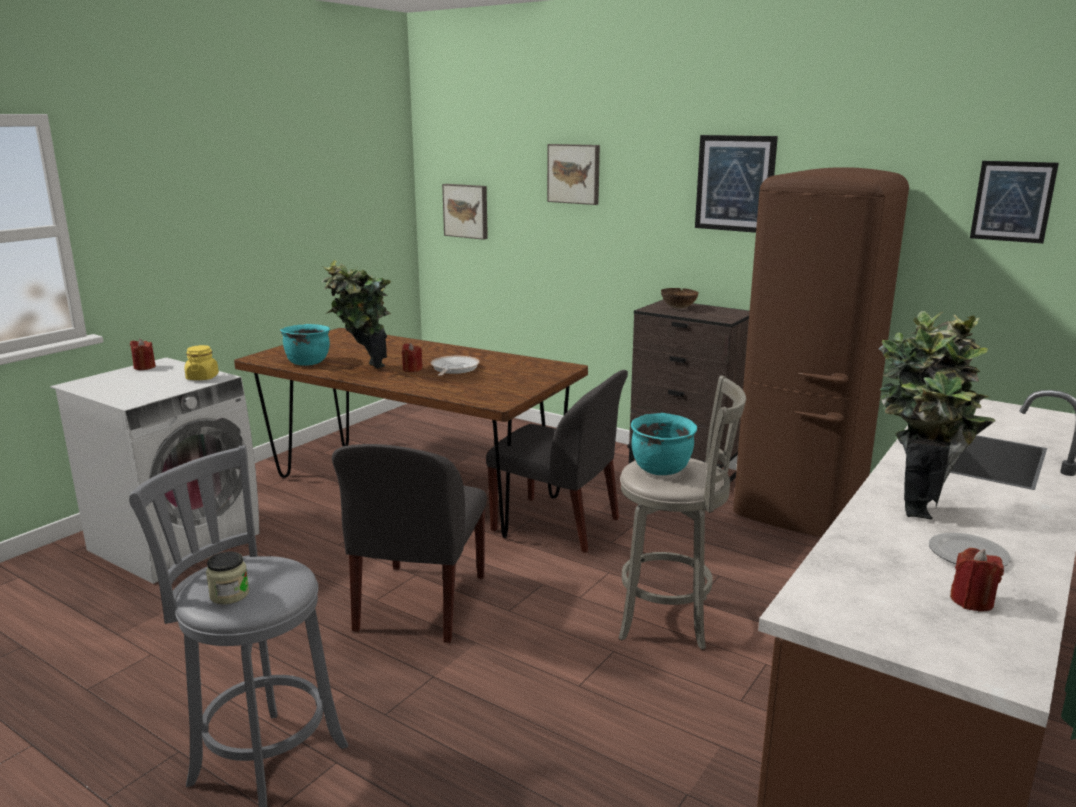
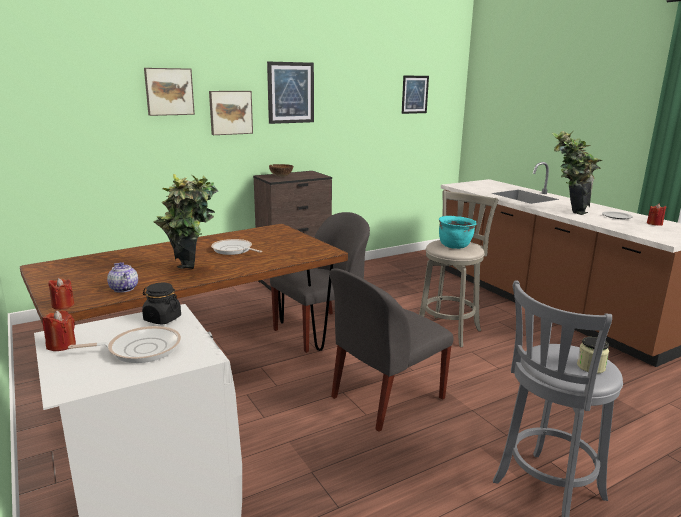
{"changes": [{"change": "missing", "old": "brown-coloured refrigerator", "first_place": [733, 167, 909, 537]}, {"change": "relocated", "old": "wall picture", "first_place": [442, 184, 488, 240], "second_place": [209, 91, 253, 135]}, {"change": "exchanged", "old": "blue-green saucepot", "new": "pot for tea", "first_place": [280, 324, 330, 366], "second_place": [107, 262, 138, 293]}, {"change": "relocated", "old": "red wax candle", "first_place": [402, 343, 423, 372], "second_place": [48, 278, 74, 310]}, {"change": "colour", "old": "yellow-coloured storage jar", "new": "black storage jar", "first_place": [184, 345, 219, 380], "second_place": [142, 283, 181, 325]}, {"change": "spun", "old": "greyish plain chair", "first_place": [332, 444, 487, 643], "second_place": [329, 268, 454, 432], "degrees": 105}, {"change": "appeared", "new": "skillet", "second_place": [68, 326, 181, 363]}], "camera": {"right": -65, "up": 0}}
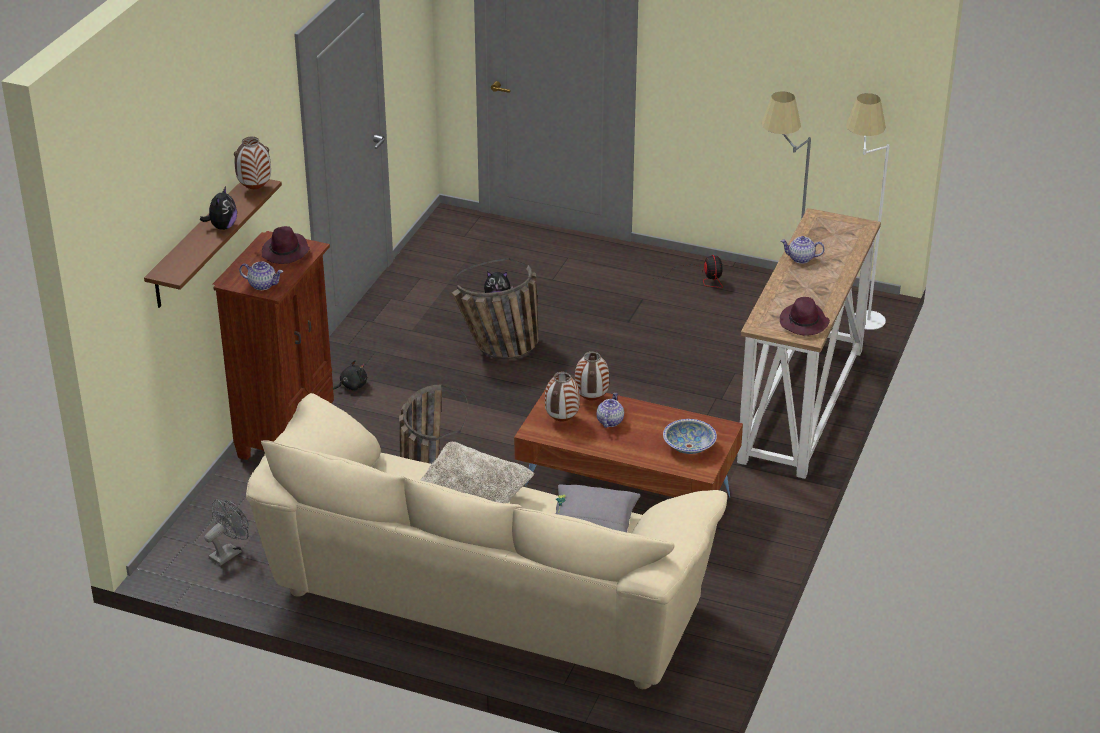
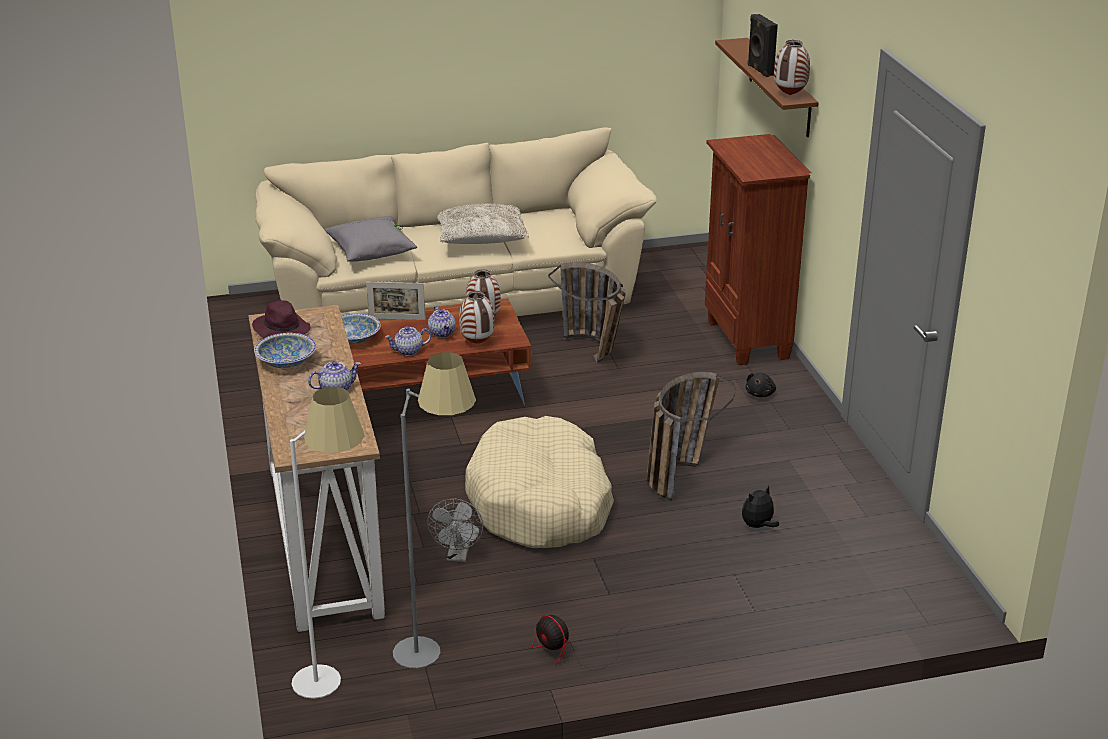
{"changes": [{"change": "exchanged", "old": "soft toy", "new": "black audio speaker", "first_place": [200, 186, 237, 230], "second_place": [747, 14, 778, 77]}, {"change": "missing", "old": "purple-coloured clothing hat", "first_place": [262, 226, 310, 264]}, {"change": "relocated", "old": "pot for tea", "first_place": [239, 261, 283, 290], "second_place": [385, 326, 431, 356]}, {"change": "relocated", "old": "greyish fan", "first_place": [204, 499, 249, 566], "second_place": [427, 499, 484, 562]}, {"change": "appeared", "new": "photo frame", "second_place": [366, 282, 425, 320]}, {"change": "appeared", "new": "deep dish", "second_place": [254, 333, 316, 368]}, {"change": "appeared", "new": "beige dog bed", "second_place": [465, 416, 614, 548]}], "camera": {"right": 145, "up": -5}}
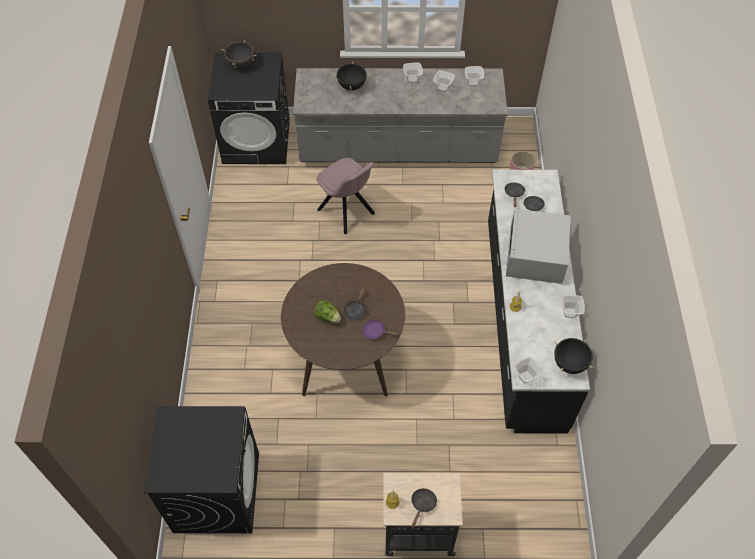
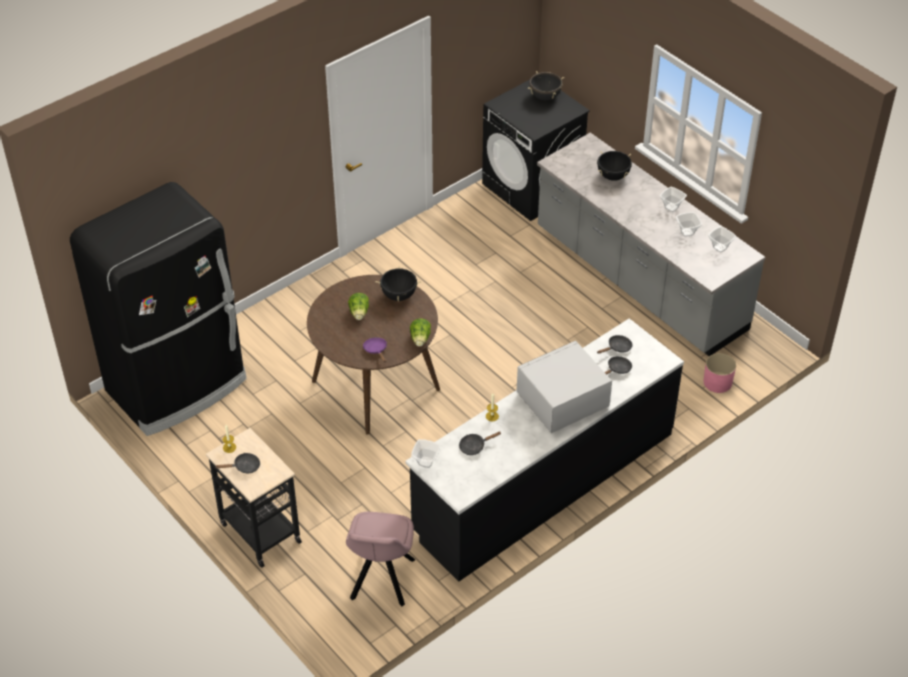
{"changes": [{"change": "relocated", "old": "pinkish plain chair", "first_place": [316, 158, 375, 234], "second_place": [346, 512, 415, 606]}, {"change": "relocated", "old": "black skillet", "first_place": [344, 286, 366, 321], "second_place": [459, 431, 501, 455]}, {"change": "missing", "old": "deep dish", "first_place": [561, 295, 585, 318]}, {"change": "relocated", "old": "black saucepot", "first_place": [554, 338, 594, 374], "second_place": [376, 266, 422, 301]}, {"change": "exchanged", "old": "black laundry machine", "new": "black refrigerator", "first_place": [144, 406, 259, 533], "second_place": [70, 182, 247, 436]}, {"change": "appeared", "new": "head of lettuce", "second_place": [410, 318, 431, 346]}], "camera": {"right": 50, "up": -10}}
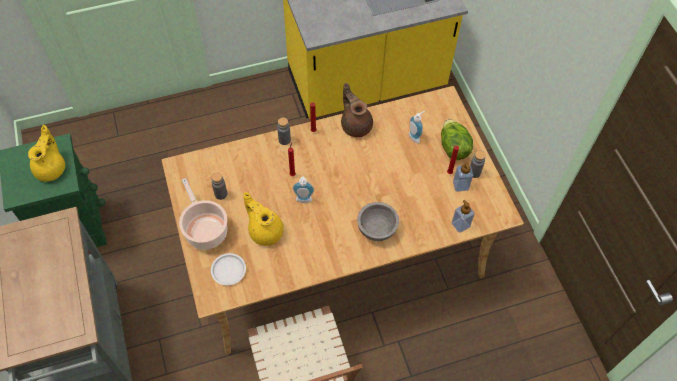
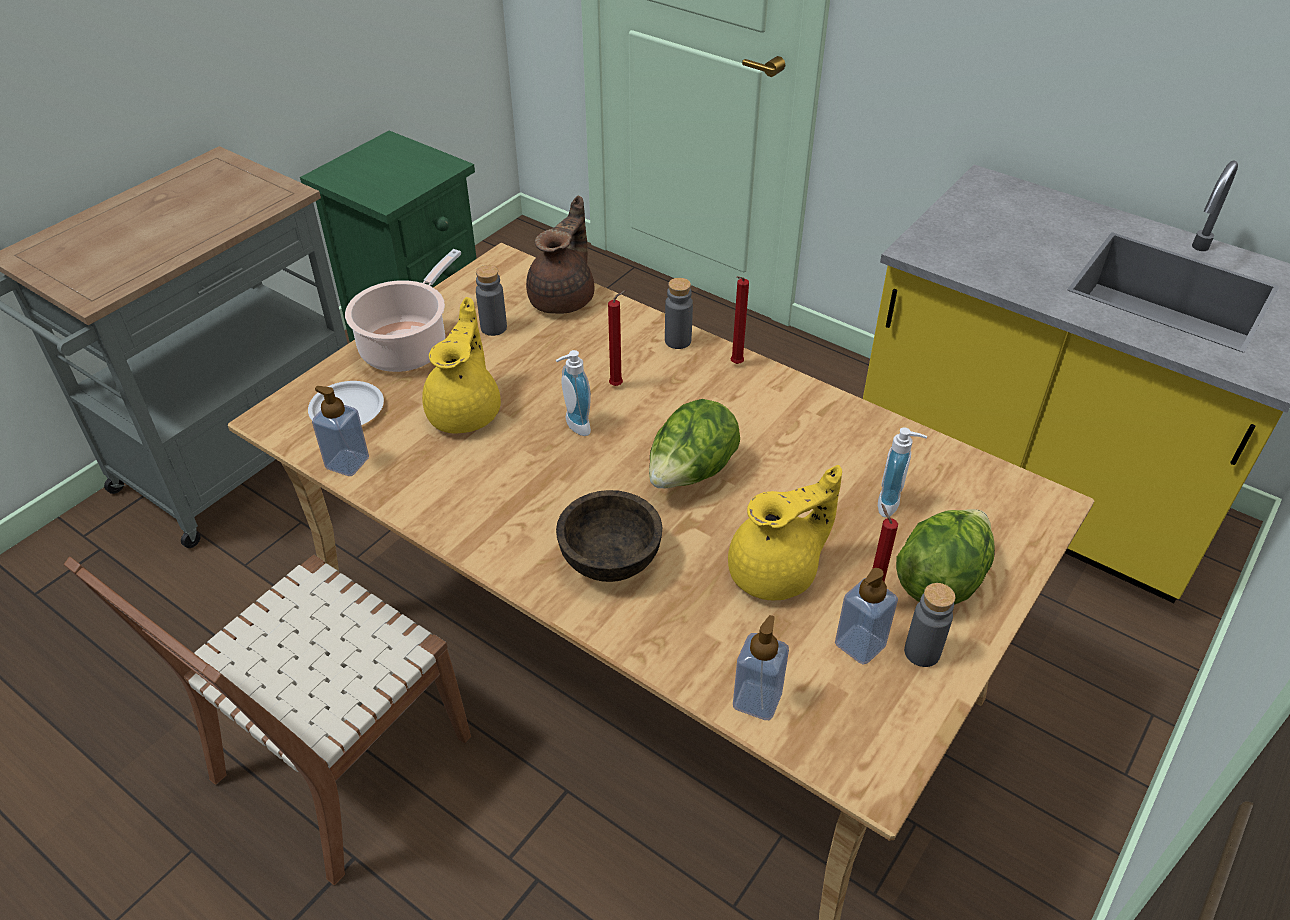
{"changes": [{"change": "relocated", "old": "brown-coloured pot for tea", "first_place": [341, 83, 373, 137], "second_place": [526, 195, 595, 314]}, {"change": "relocated", "old": "yellow-coloured pot for tea", "first_place": [28, 125, 65, 182], "second_place": [728, 465, 842, 600]}, {"change": "colour", "old": "greyish deep dish", "new": "brown-coloured deep dish", "first_place": [357, 202, 399, 241], "second_place": [556, 490, 662, 582]}, {"change": "appeared", "new": "liquid soap bottle", "second_place": [312, 386, 369, 476]}, {"change": "appeared", "new": "head of lettuce", "second_place": [649, 399, 740, 488]}], "camera": {"right": 55, "up": -15}}
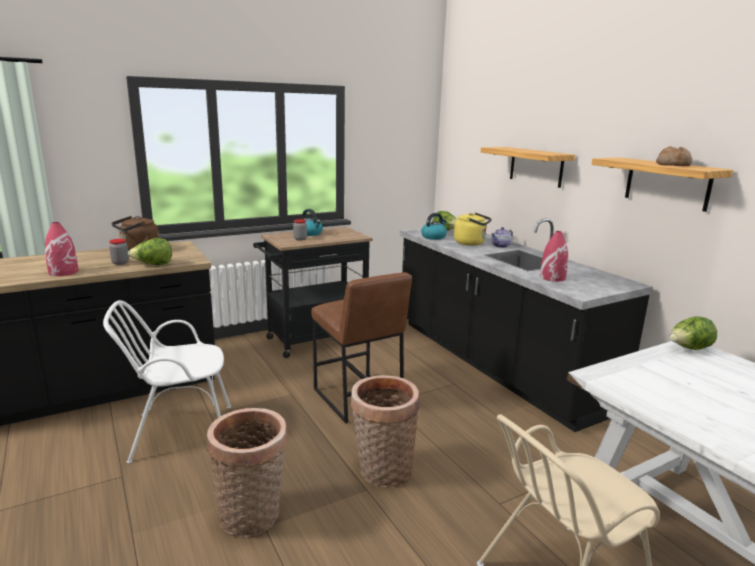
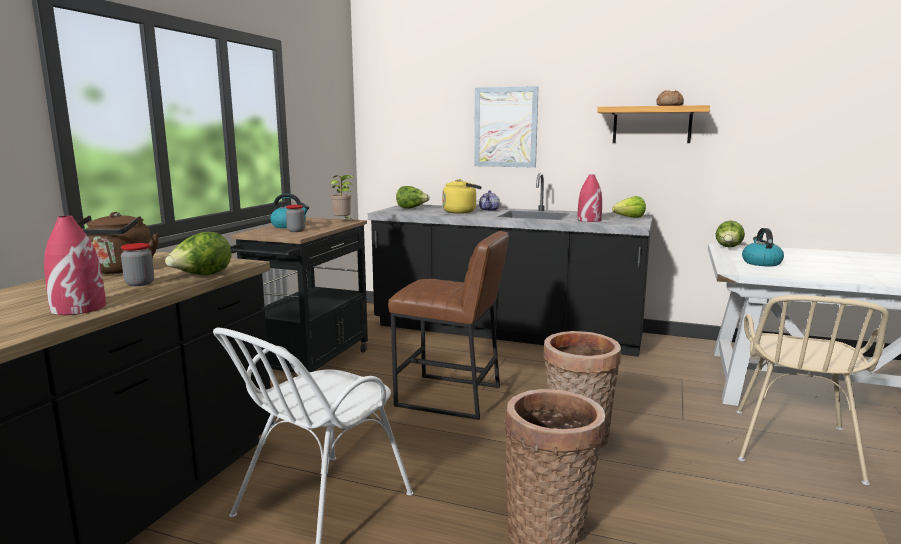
{"changes": [{"change": "exchanged", "old": "bracket shelf", "new": "wall picture", "first_place": [481, 147, 575, 188], "second_place": [474, 86, 539, 168]}, {"change": "relocated", "old": "tea kettle", "first_place": [421, 213, 447, 240], "second_place": [742, 228, 784, 266]}, {"change": "appeared", "new": "plant in a pot", "second_place": [330, 175, 354, 220]}, {"change": "appeared", "new": "head of lettuce", "second_place": [612, 196, 646, 218]}], "camera": {"right": -40, "up": -5}}
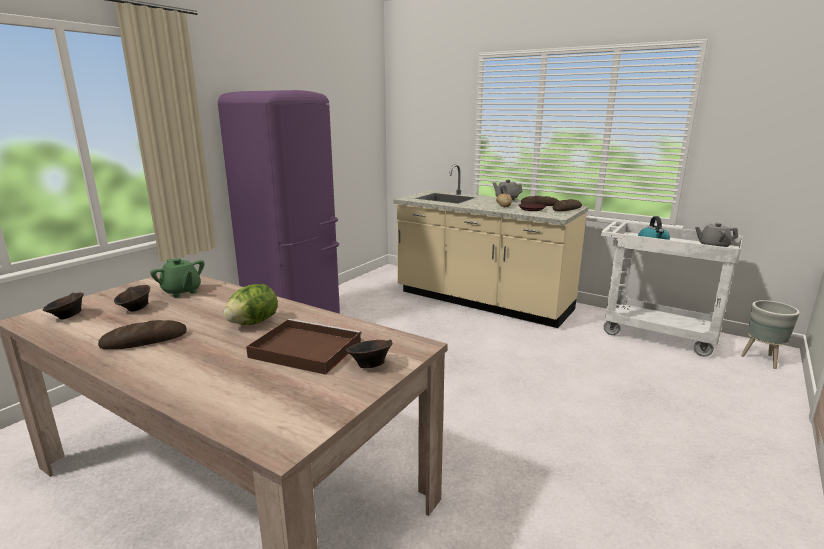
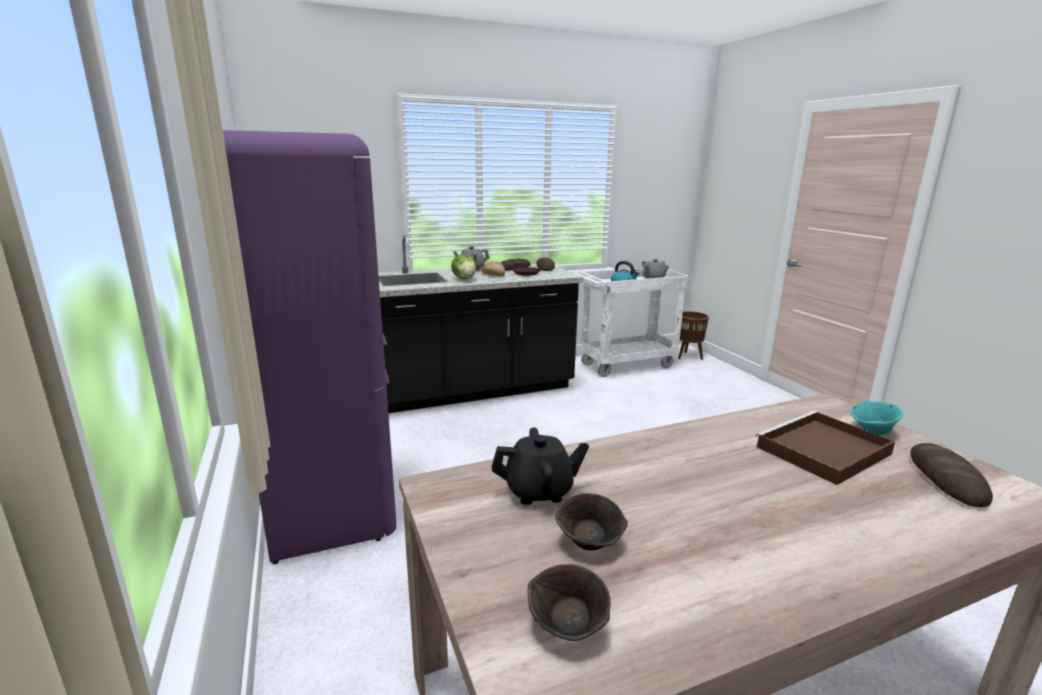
{"changes": [{"change": "colour", "old": "beige kitchen base unit", "new": "black kitchen base unit", "first_place": [393, 164, 588, 328], "second_place": [378, 235, 583, 413]}, {"change": "colour", "old": "greenish pot for tea", "new": "black pot for tea", "first_place": [150, 258, 204, 298], "second_place": [492, 427, 589, 505]}, {"change": "relocated", "old": "head of lettuce", "first_place": [223, 284, 278, 325], "second_place": [451, 254, 477, 280]}, {"change": "colour", "old": "greyish planter", "new": "brown-coloured planter", "first_place": [741, 300, 800, 369], "second_place": [678, 311, 709, 360]}, {"change": "relocated", "old": "baked bread", "first_place": [98, 320, 187, 349], "second_place": [910, 443, 993, 507]}, {"change": "colour", "old": "brown-coloured deep dish", "new": "blue-green deep dish", "first_place": [345, 340, 393, 368], "second_place": [850, 400, 904, 436]}], "camera": {"right": -55, "up": 0}}
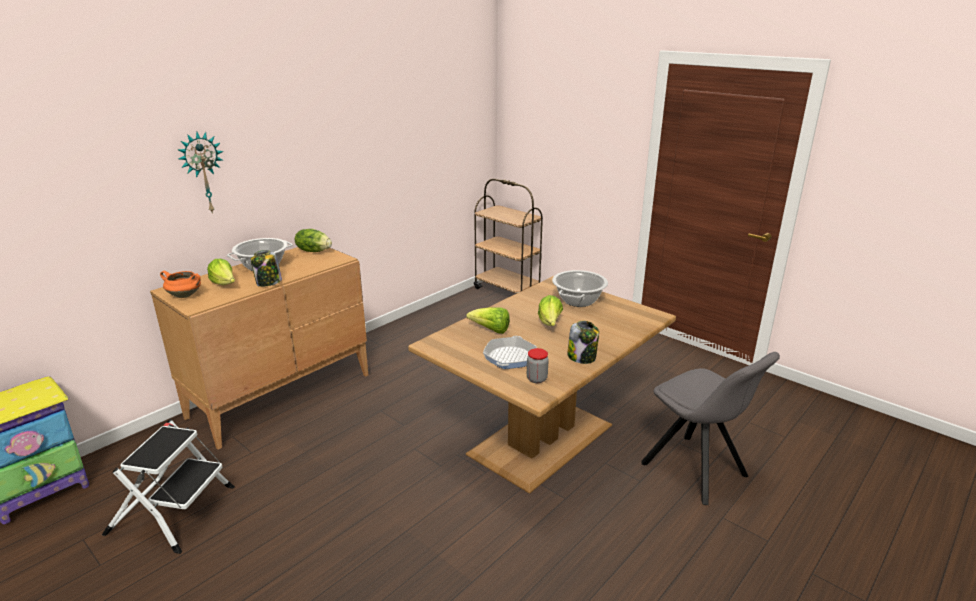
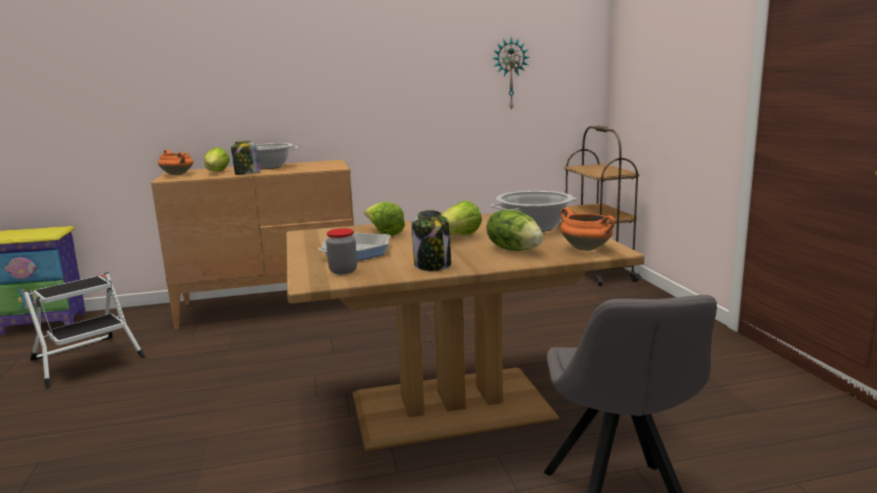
{"changes": [{"change": "relocated", "old": "wall clock", "first_place": [177, 132, 224, 214], "second_place": [492, 37, 530, 111]}, {"change": "relocated", "old": "head of lettuce", "first_place": [295, 229, 332, 252], "second_place": [486, 210, 543, 251]}, {"change": "appeared", "new": "orange saucepot", "second_place": [560, 207, 615, 251]}], "camera": {"right": 35, "up": -10}}
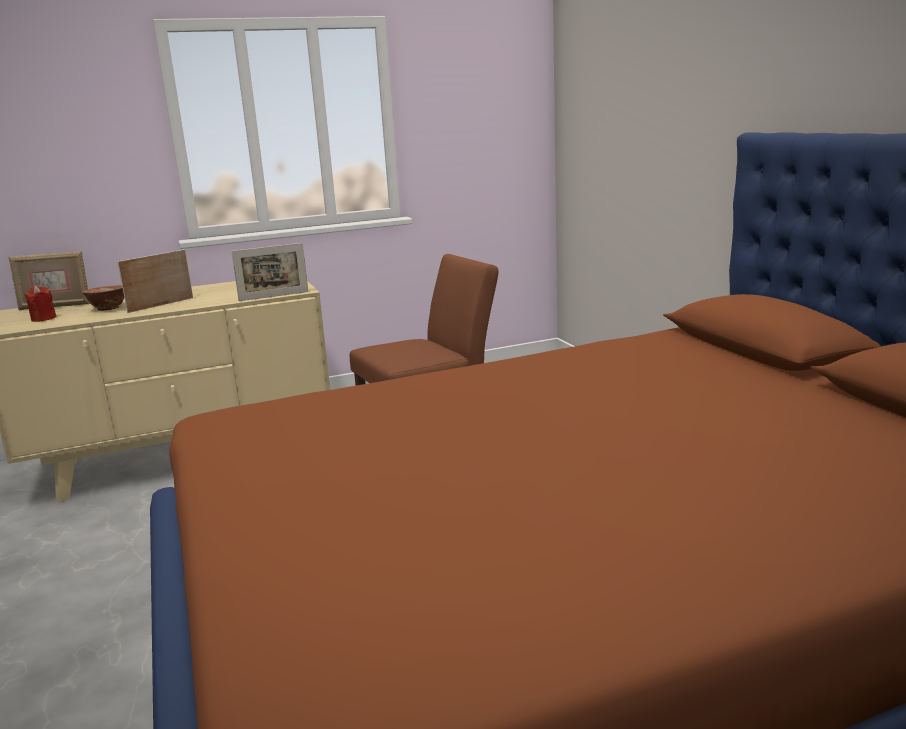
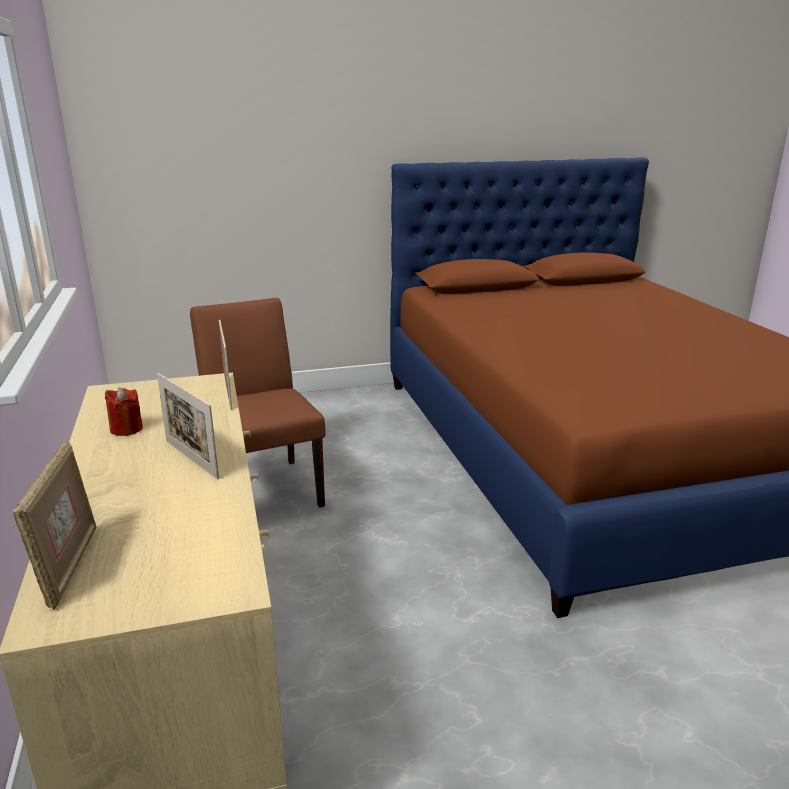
{"changes": [{"change": "missing", "old": "deep dish", "first_place": [82, 285, 124, 311]}, {"change": "relocated", "old": "red wax candle", "first_place": [24, 286, 56, 322], "second_place": [105, 388, 143, 436]}], "camera": {"right": -85, "up": 5}}
